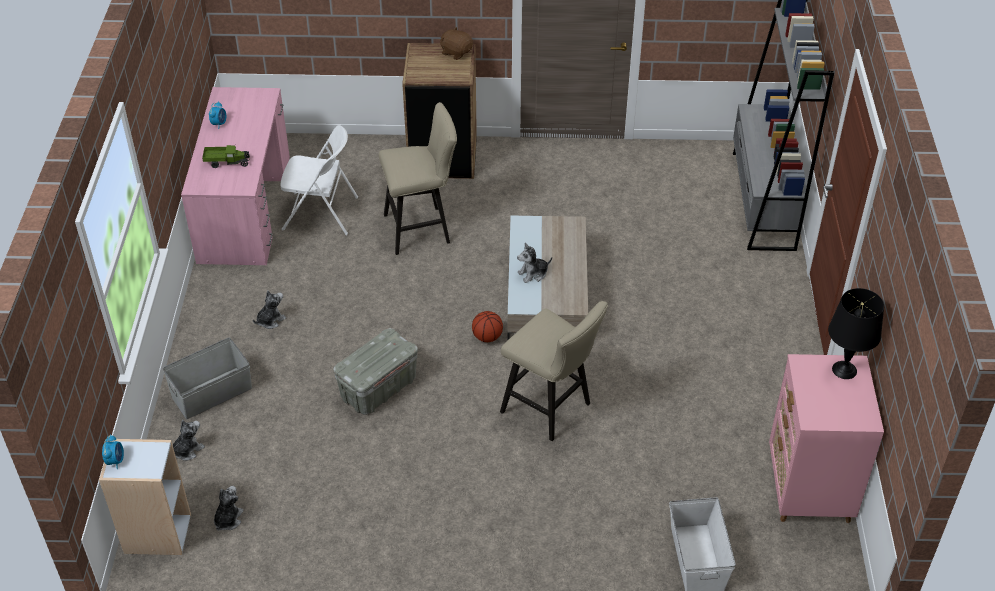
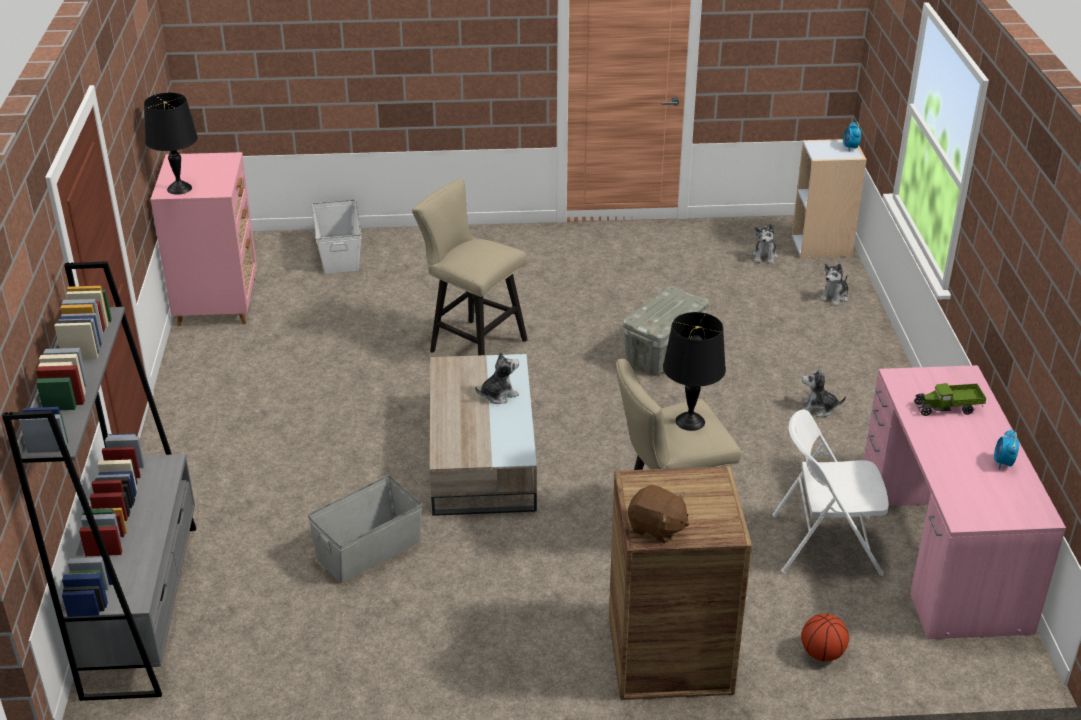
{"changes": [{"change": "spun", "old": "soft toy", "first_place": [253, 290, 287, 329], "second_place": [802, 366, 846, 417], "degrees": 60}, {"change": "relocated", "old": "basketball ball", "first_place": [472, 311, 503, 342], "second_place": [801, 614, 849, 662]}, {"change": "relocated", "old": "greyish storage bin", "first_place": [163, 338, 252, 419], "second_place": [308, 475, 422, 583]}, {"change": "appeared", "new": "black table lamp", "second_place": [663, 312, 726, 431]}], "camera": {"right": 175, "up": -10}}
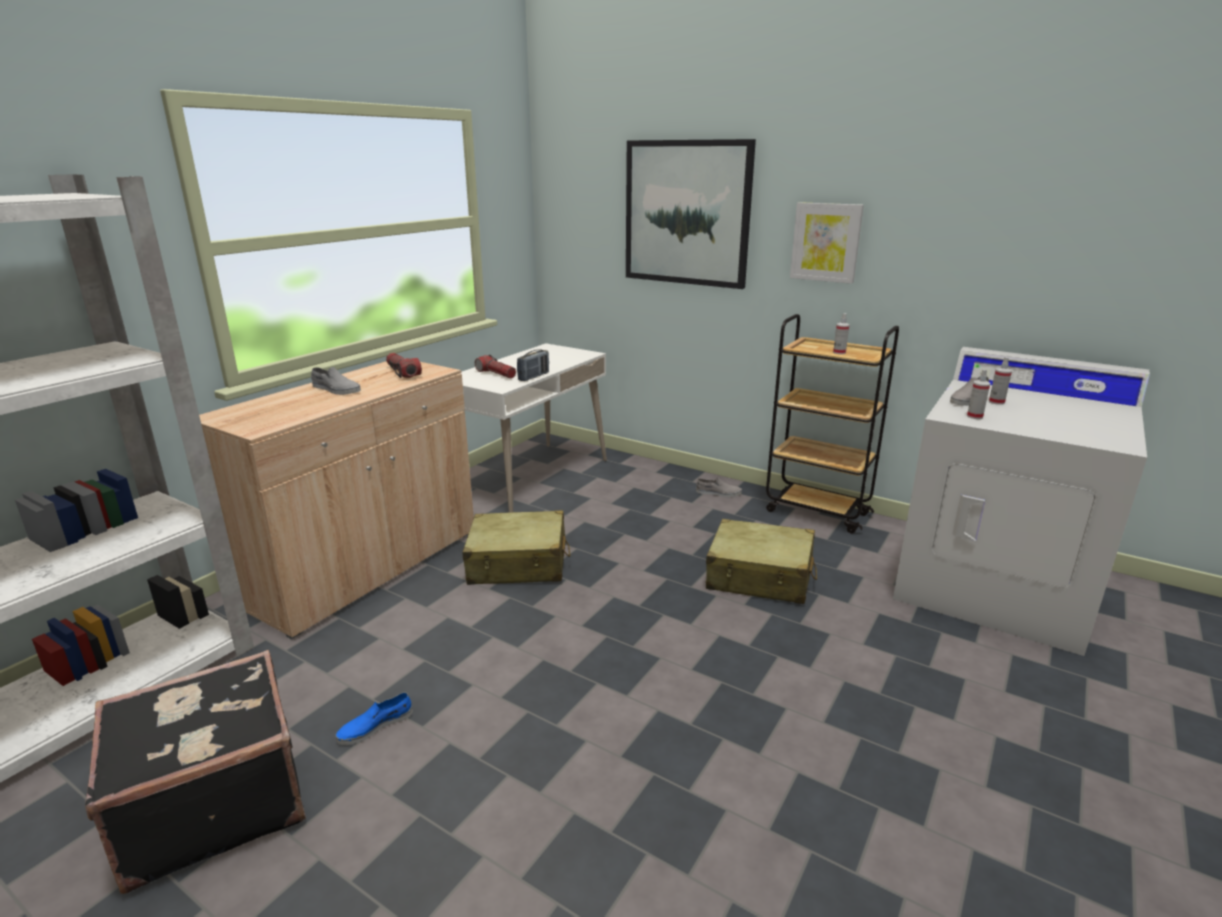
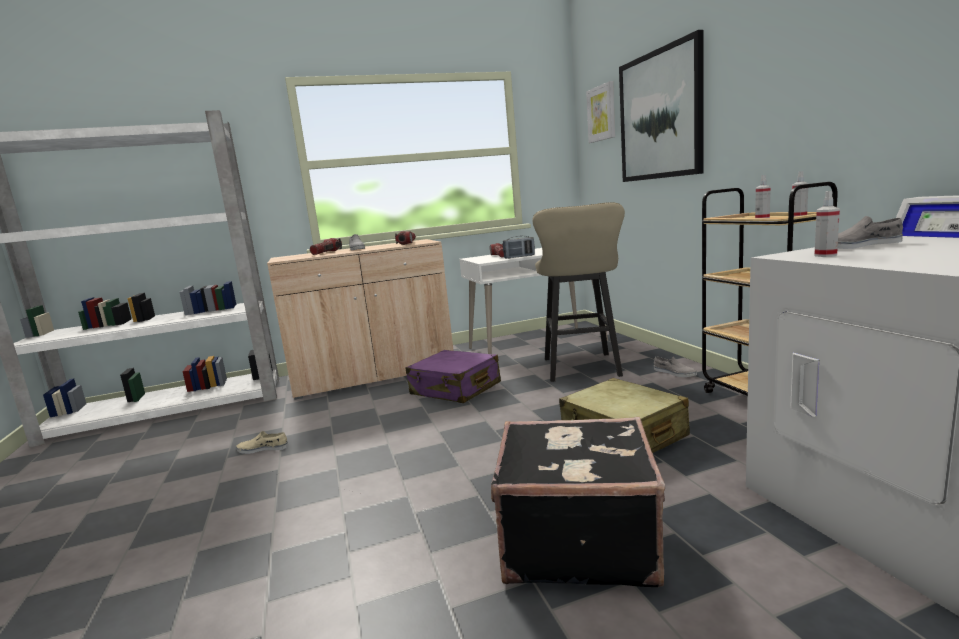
{"changes": [{"change": "relocated", "old": "wall picture", "first_place": [790, 202, 864, 284], "second_place": [586, 81, 615, 143]}, {"change": "relocated", "old": "hand sprayer", "first_place": [989, 357, 1012, 405], "second_place": [792, 171, 809, 217]}, {"change": "colour", "old": "beige travel case", "new": "purple-coloured travel case", "first_place": [463, 510, 570, 585], "second_place": [406, 350, 501, 403]}, {"change": "relocated", "old": "black travel case", "first_place": [85, 650, 306, 894], "second_place": [491, 417, 665, 587]}, {"change": "colour", "old": "bluish low shoe", "new": "beige low shoe", "first_place": [336, 692, 413, 745], "second_place": [236, 431, 288, 454]}, {"change": "appeared", "new": "beige stool seat", "second_place": [533, 202, 625, 382]}, {"change": "appeared", "new": "hand torch", "second_place": [310, 238, 342, 255]}], "camera": {"right": 40, "up": -10}}
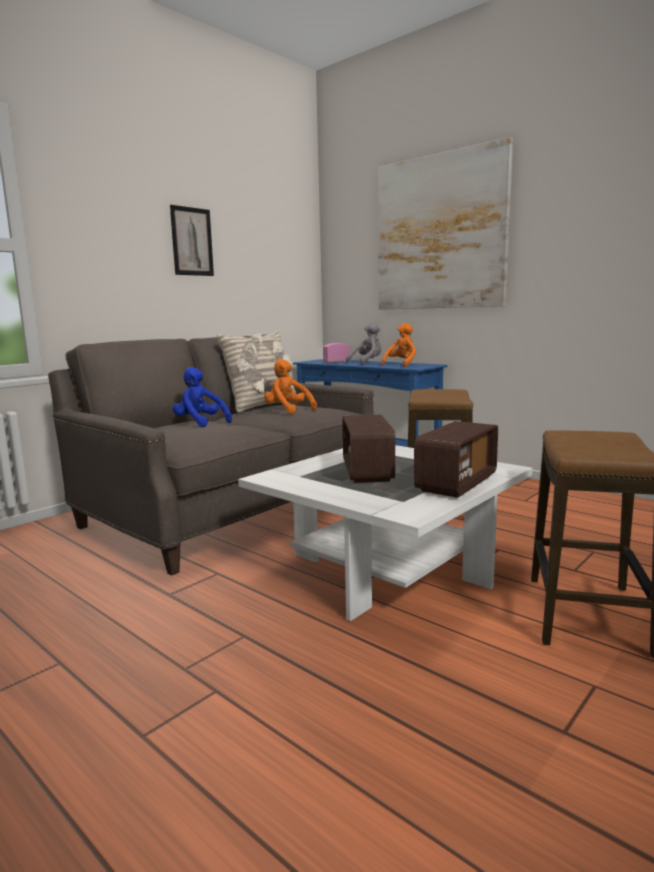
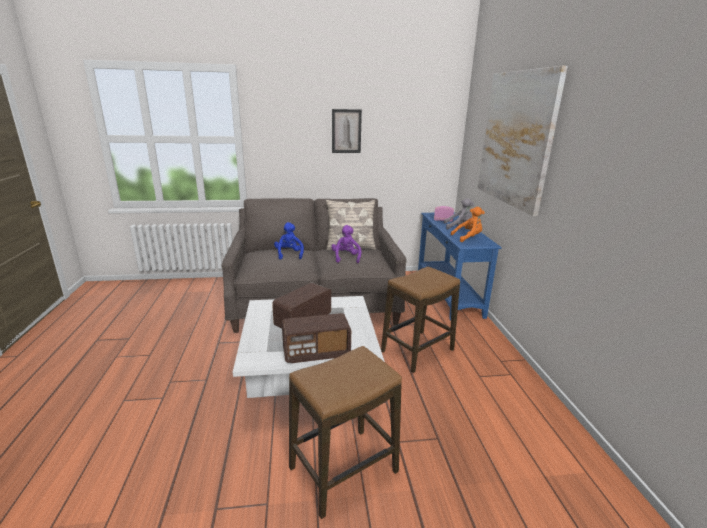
{"changes": [{"change": "colour", "old": "orange soft toy", "new": "purple-coloured soft toy", "first_place": [264, 359, 317, 414], "second_place": [331, 225, 361, 263]}], "camera": {"right": 40, "up": 10}}
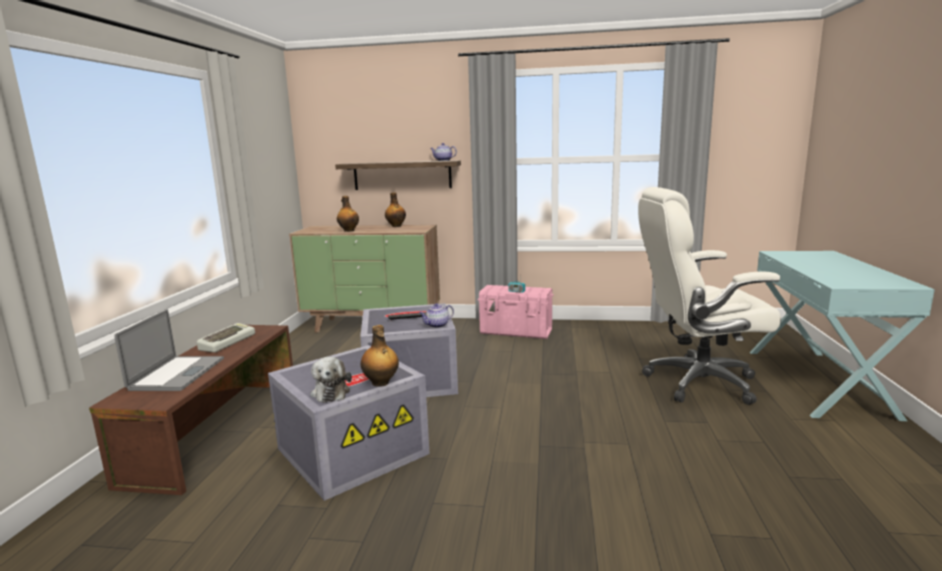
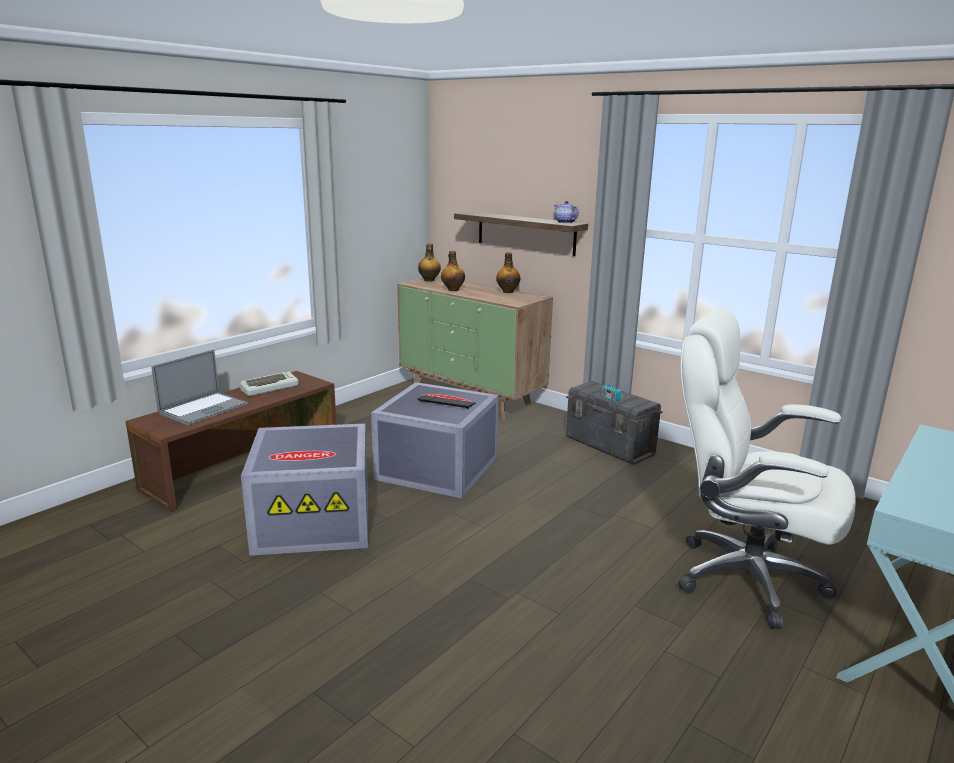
{"changes": [{"change": "colour", "old": "pinkish storage bin", "new": "greyish storage bin", "first_place": [477, 285, 554, 339], "second_place": [566, 381, 663, 465]}, {"change": "missing", "old": "pot for tea", "first_place": [419, 303, 454, 328]}, {"change": "relocated", "old": "drink bottle", "first_place": [361, 325, 399, 387], "second_place": [418, 244, 441, 282]}, {"change": "missing", "old": "soft toy", "first_place": [310, 357, 352, 403]}], "camera": {"right": 30, "up": 5}}
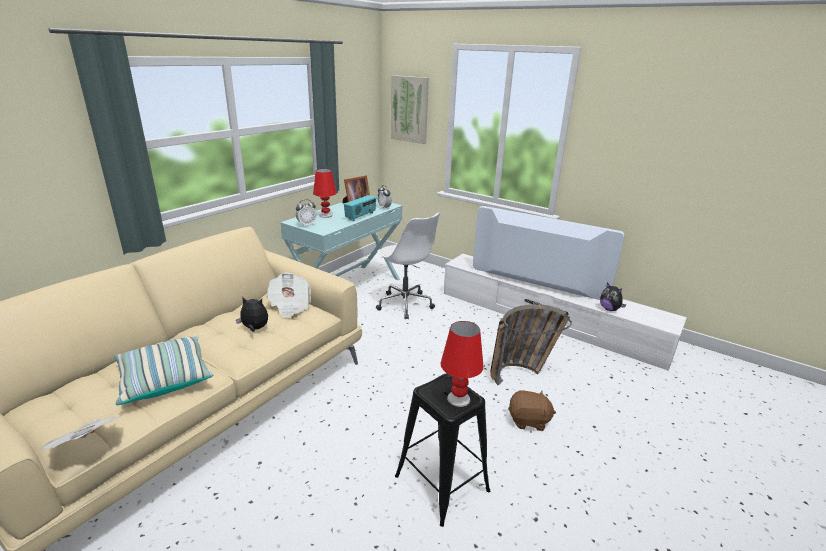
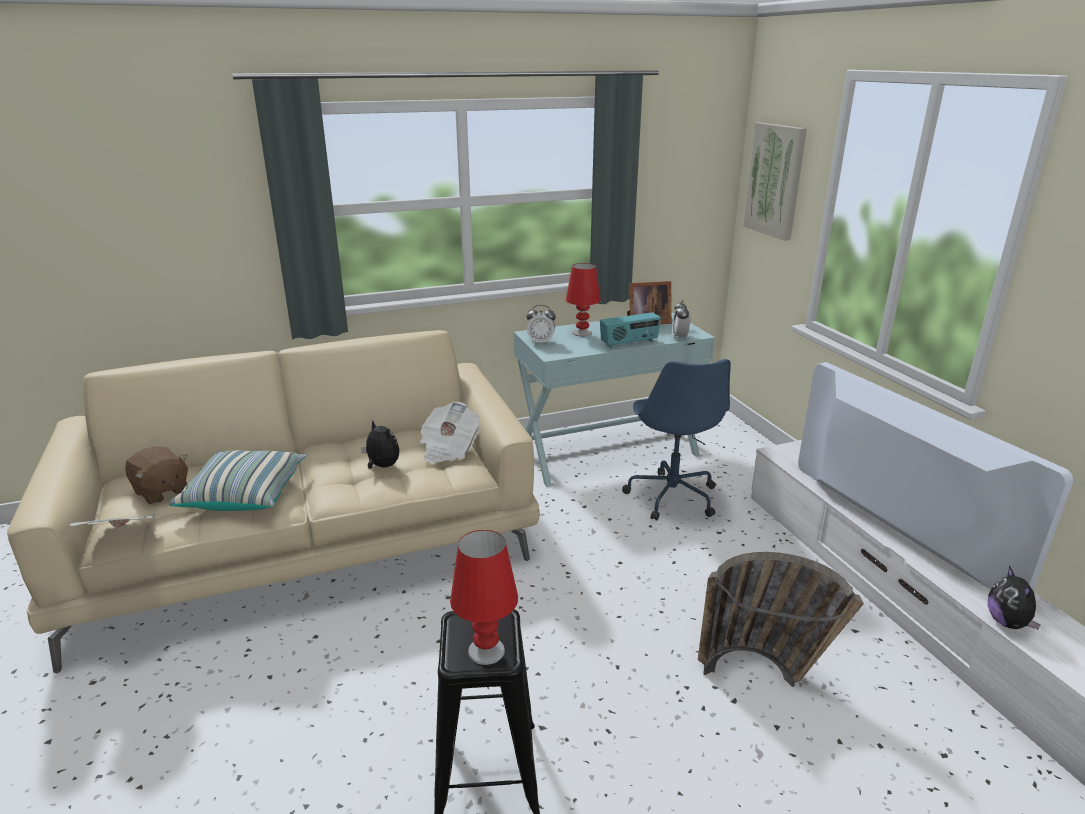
{"changes": [{"change": "colour", "old": "white-coloured office chair", "new": "bluish office chair", "first_place": [376, 213, 440, 319], "second_place": [622, 359, 731, 521]}, {"change": "relocated", "old": "brown-coloured soft toy", "first_place": [508, 390, 556, 431], "second_place": [125, 446, 188, 505]}], "camera": {"right": 35, "up": 0}}
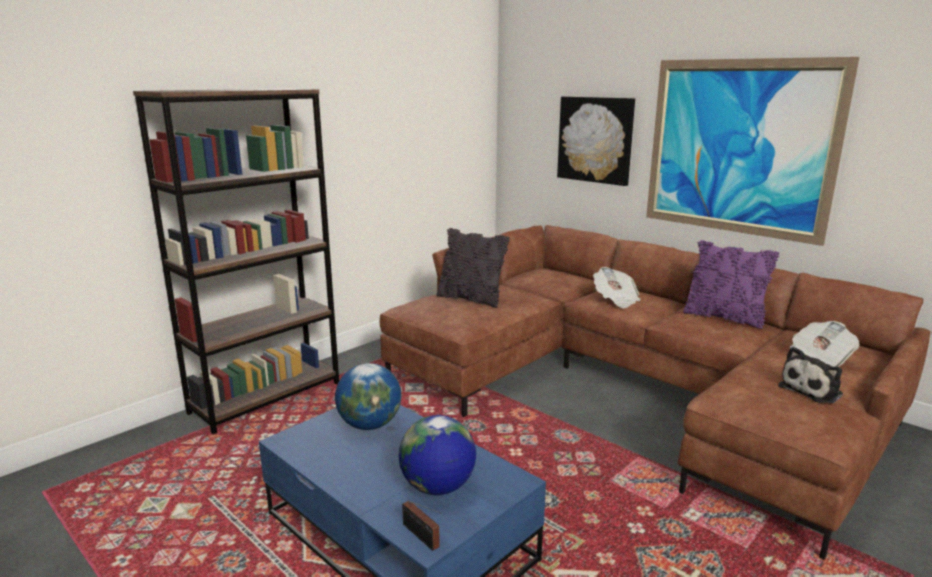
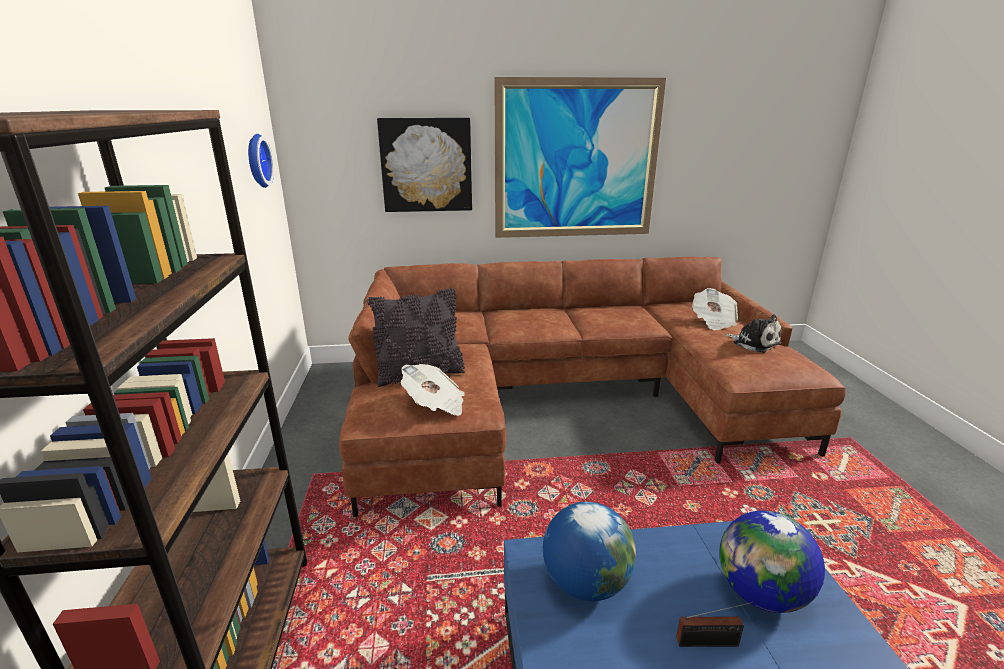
{"changes": [{"change": "missing", "old": "purple-coloured pillow", "first_place": [683, 240, 779, 329]}, {"change": "relocated", "old": "daily paper", "first_place": [593, 267, 641, 309], "second_place": [400, 364, 465, 416]}, {"change": "spun", "old": "soft toy", "first_place": [778, 347, 843, 403], "second_place": [725, 315, 781, 353], "degrees": -45}, {"change": "relocated", "old": "radio", "first_place": [402, 501, 441, 551], "second_place": [676, 602, 753, 647]}, {"change": "appeared", "new": "wall clock", "second_place": [248, 134, 274, 188]}], "camera": {"right": -50, "up": 5}}
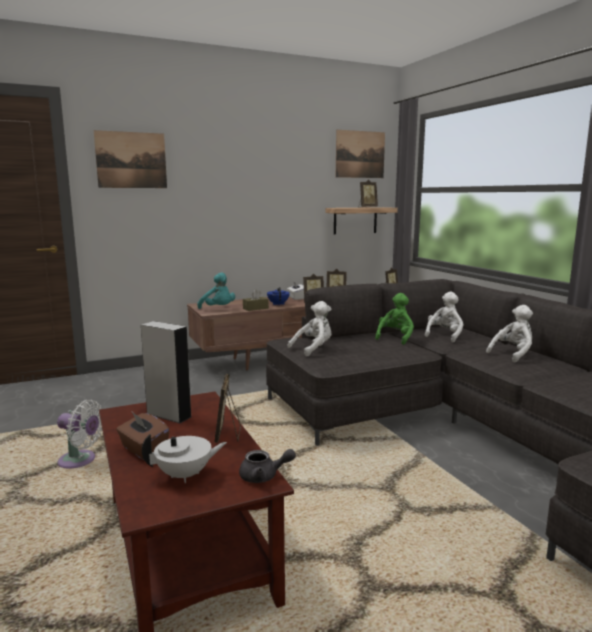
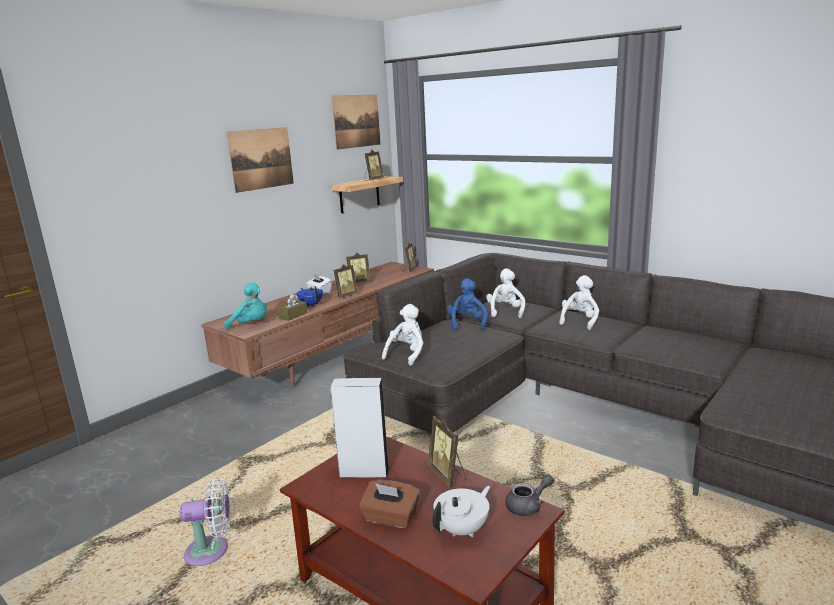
{"changes": [{"change": "relocated", "old": "wall picture", "first_place": [94, 130, 167, 188], "second_place": [226, 127, 294, 193]}, {"change": "colour", "old": "greenish soft toy", "new": "bluish soft toy", "first_place": [375, 293, 414, 345], "second_place": [447, 278, 487, 331]}], "camera": {"right": -25, "up": 5}}
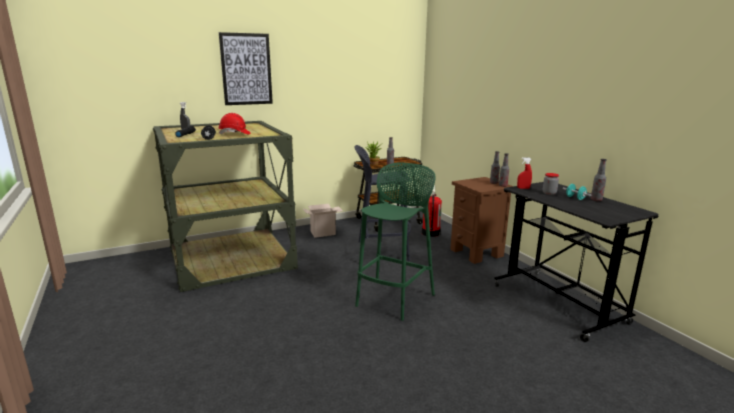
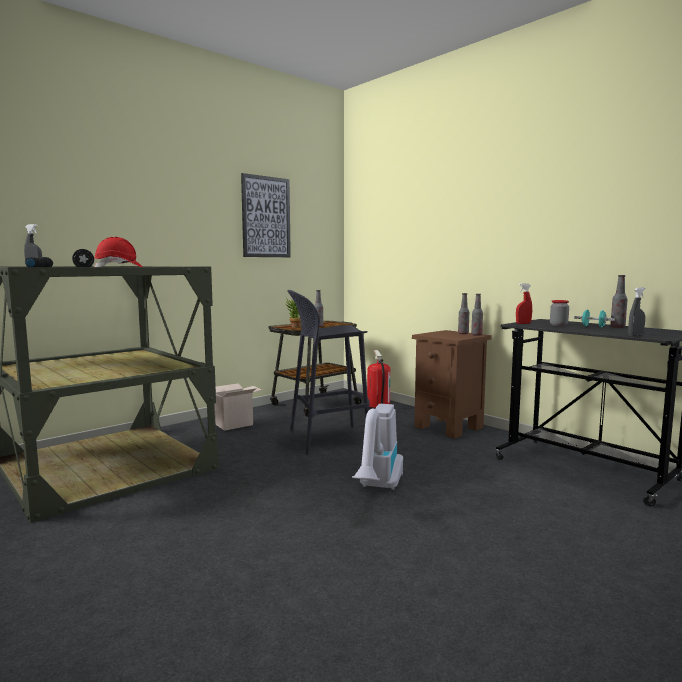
{"changes": [{"change": "relocated", "old": "wall picture", "first_place": [219, 32, 273, 105], "second_place": [241, 173, 291, 257]}, {"change": "exchanged", "old": "greenish stool seat", "new": "hoover", "first_place": [355, 162, 435, 321], "second_place": [352, 404, 403, 490]}, {"change": "appeared", "new": "greyish hand sprayer", "second_place": [628, 287, 645, 336]}], "camera": {"right": -15, "up": -10}}
